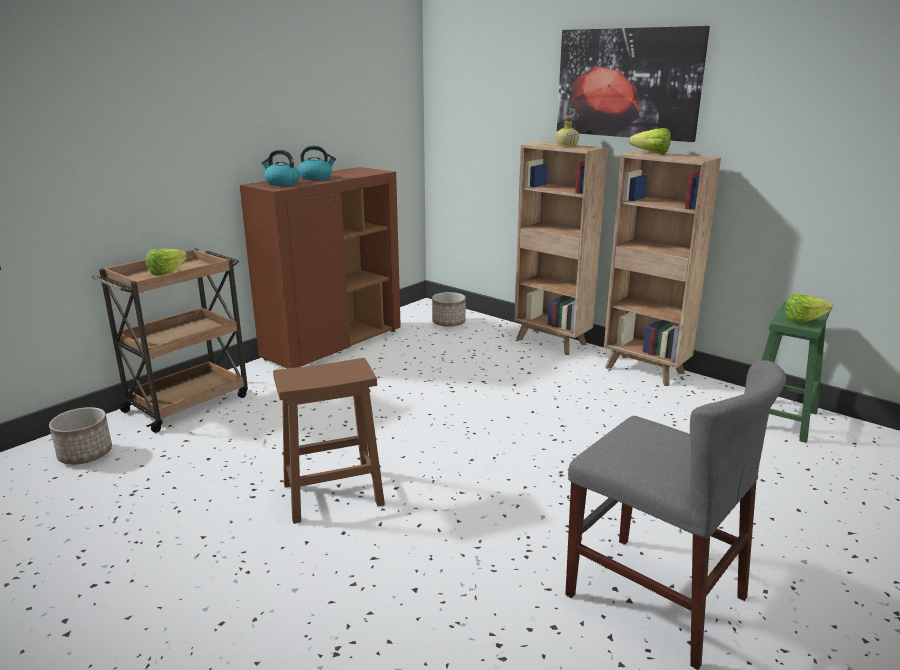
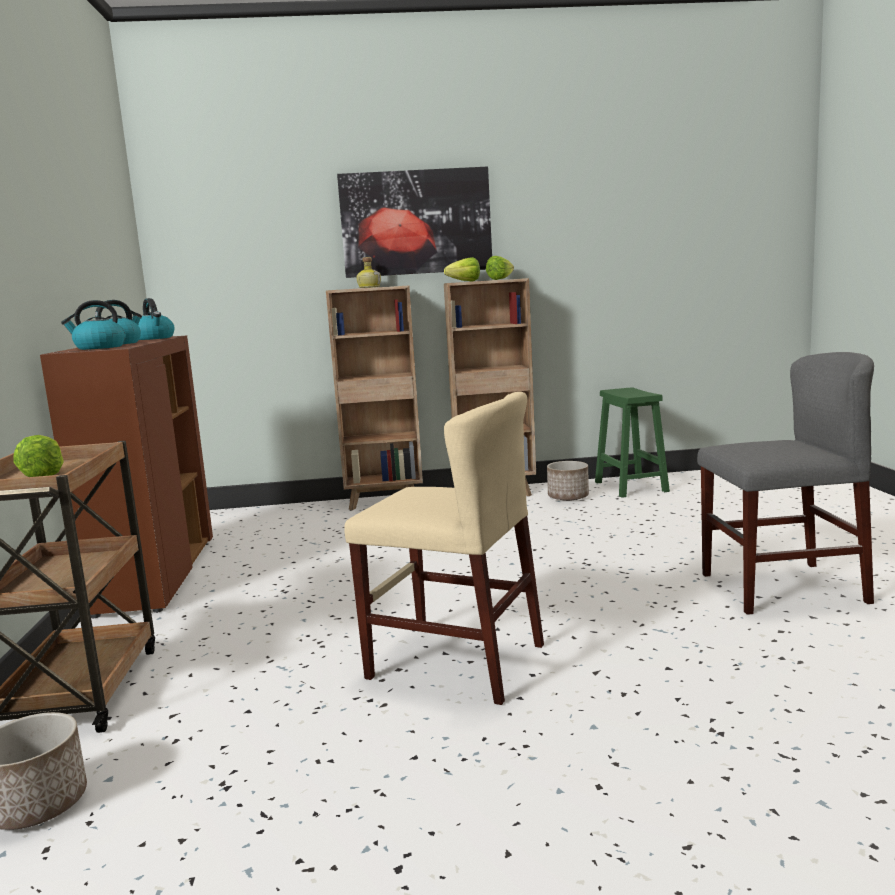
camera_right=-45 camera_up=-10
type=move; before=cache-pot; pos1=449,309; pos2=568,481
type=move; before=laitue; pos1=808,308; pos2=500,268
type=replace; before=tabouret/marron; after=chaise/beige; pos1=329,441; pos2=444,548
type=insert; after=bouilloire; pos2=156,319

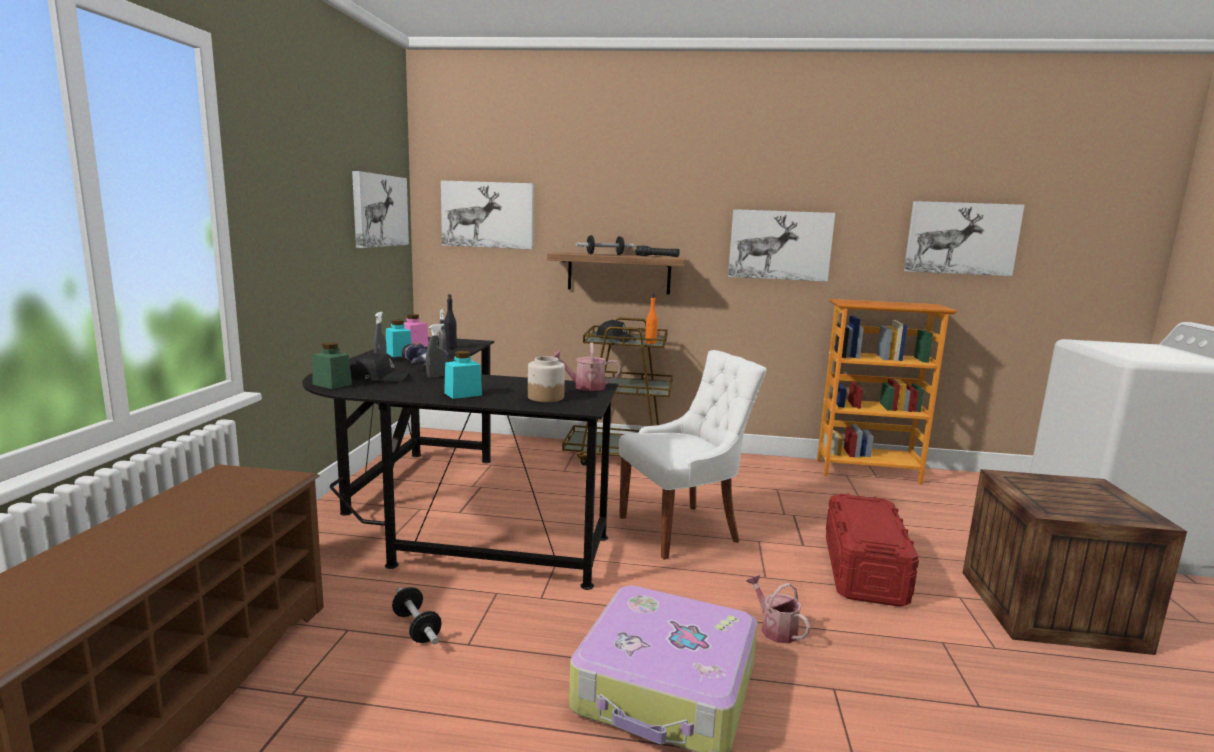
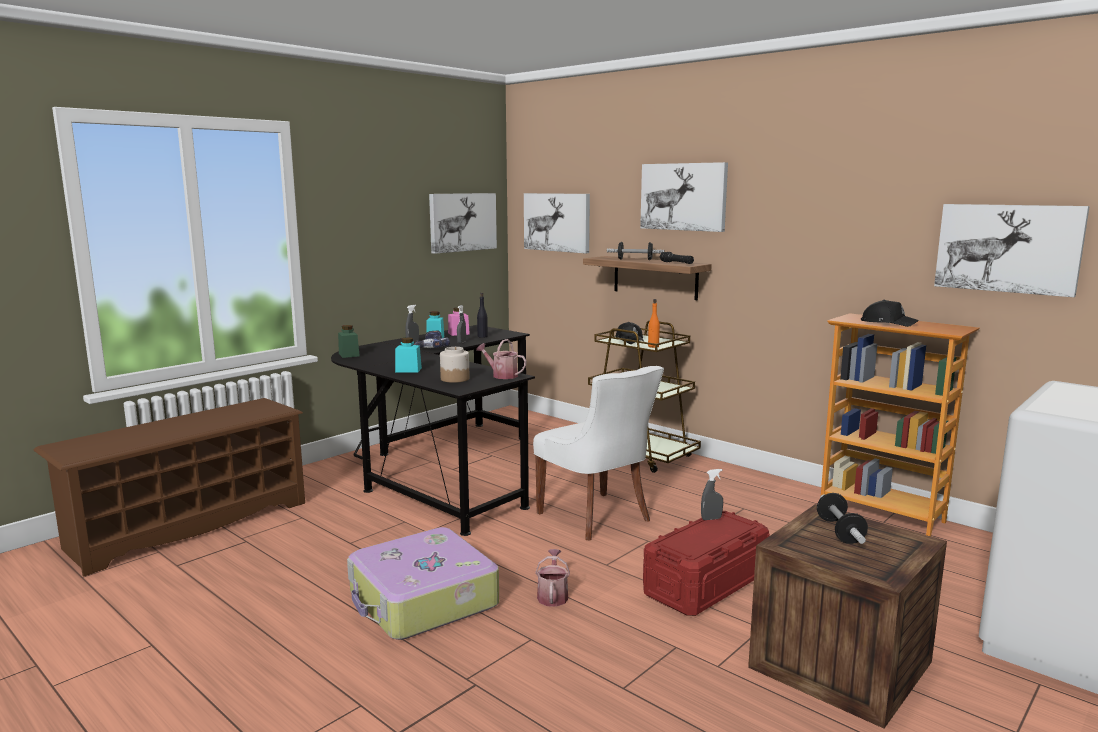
camera_right=35 camera_up=0
type=move; before=tableau; pos1=781,245; pos2=684,197
type=move; before=vaporisateur/gris; pos1=436,351; pos2=712,494
type=rotate; before=chaise/blanc; pos1=693,455; pos2=598,453; turn=45
type=move; before=casquette/noir; pos1=380,367; pos2=890,313
type=move; before=haltère; pos1=417,615; pos2=842,518

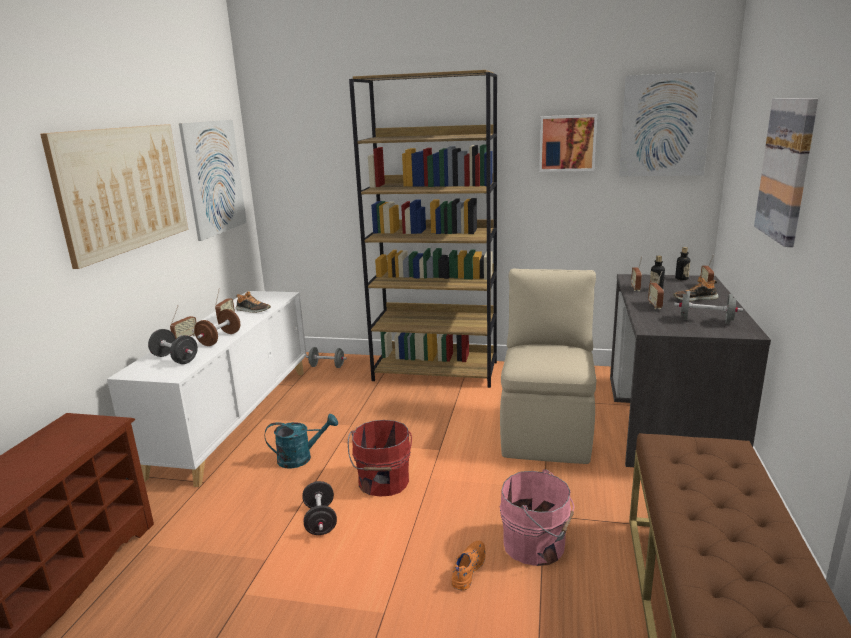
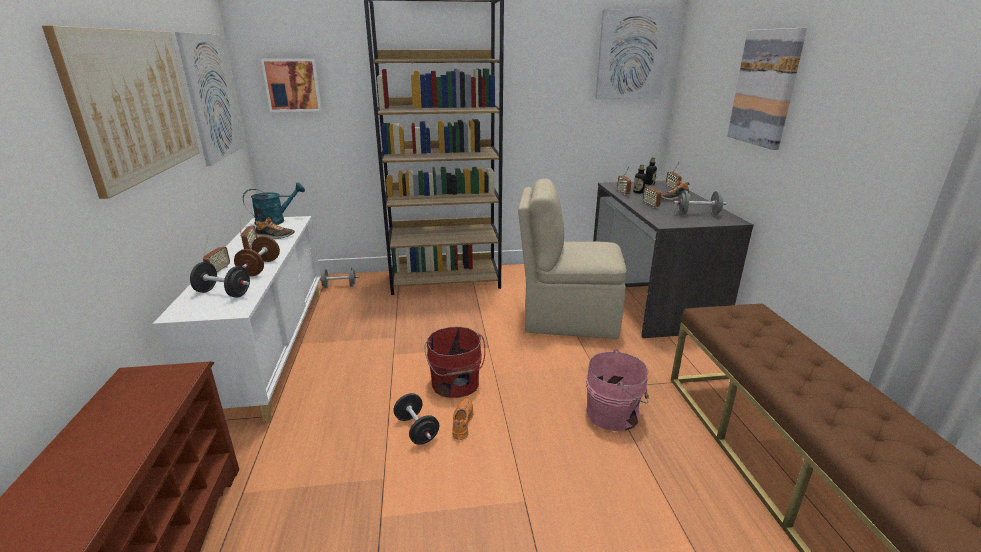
camera_right=-20 camera_up=5
type=move; before=tableau; pos1=568,143; pos2=291,85
type=rotate; before=chaise/beige; pos1=548,366; pos2=572,259; turn=-75
type=move; before=arrosoir/turquoise; pos1=301,441; pos2=274,204
type=move; before=chaussure/orange; pos1=468,565; pos2=463,419

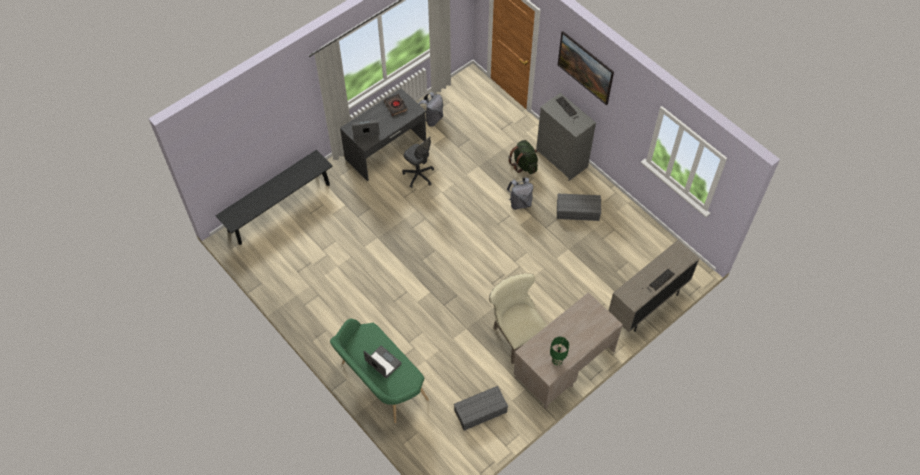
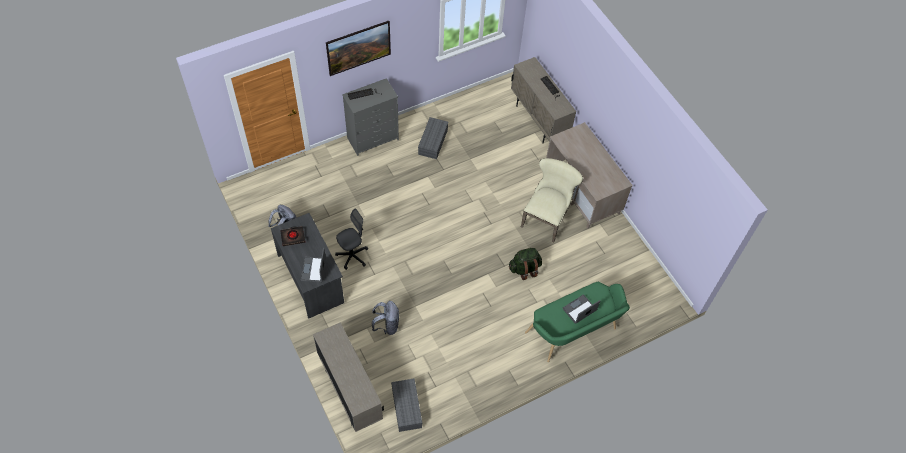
camera_right=-80 camera_up=0
type=move; before=sac à dos/vert; pos1=523,157; pos2=525,264
type=replace; before=banc/noir; after=meuble de rangement/beige; pos1=274,197; pos2=348,377
type=move; before=sac à dos/gris; pos1=520,193; pos2=385,318
type=rotate; before=chaise/beige; pos1=518,318; pos2=552,200; turn=135
type=delete; before=lampe de table/vert; pos1=559,351
type=move; before=boîte de rangement/gris; pos1=481,408; pos2=406,405

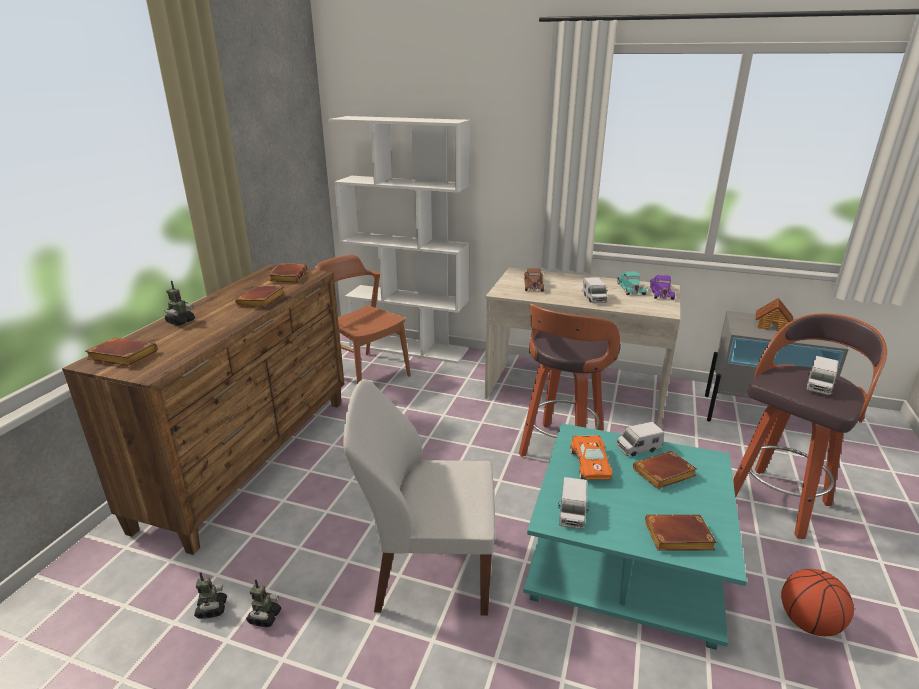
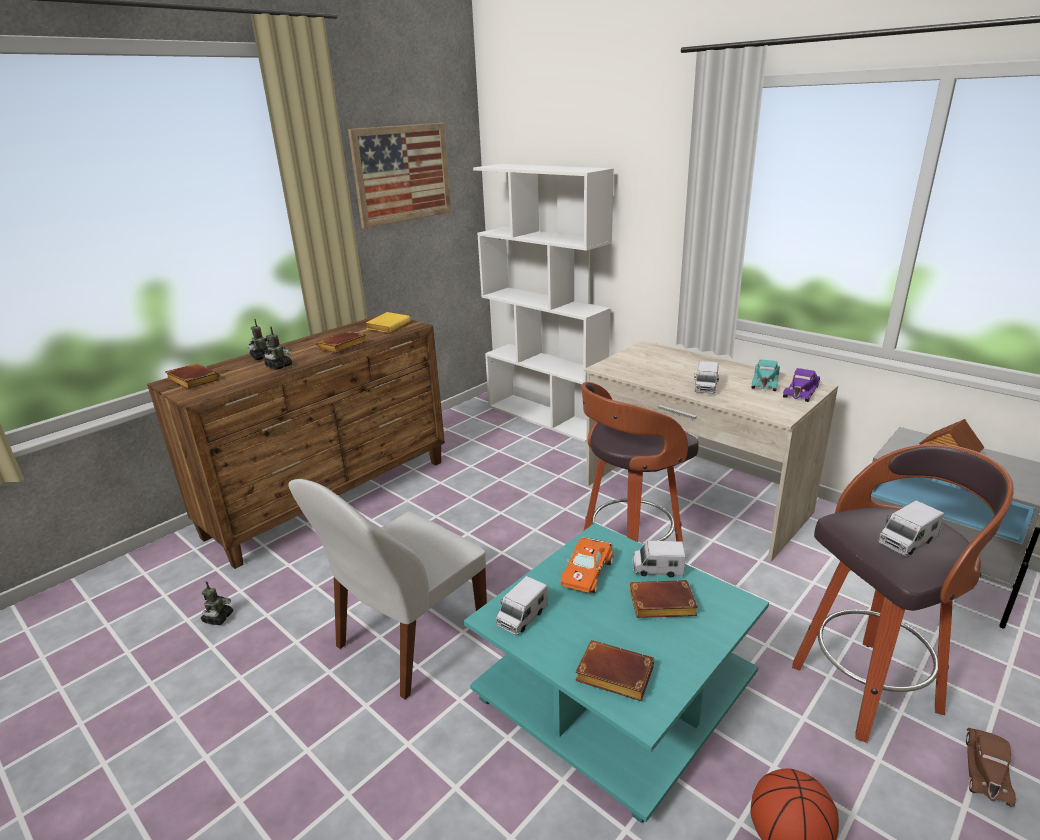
camera_right=25 camera_up=0
type=delete; before=chaise/marron; pos1=363,319
type=recolor; before=livre/marron; after=livre/jaune; pos1=288,273; pos2=388,322
type=move; before=petite voiture/marron; pos1=534,280; pos2=991,767
type=rotate; before=chaise/blanc; pos1=419,498; pos2=387,589; turn=-75
type=move; before=robot jouet; pos1=263,603; pos2=278,348
type=insert; after=tableau; pos2=399,176

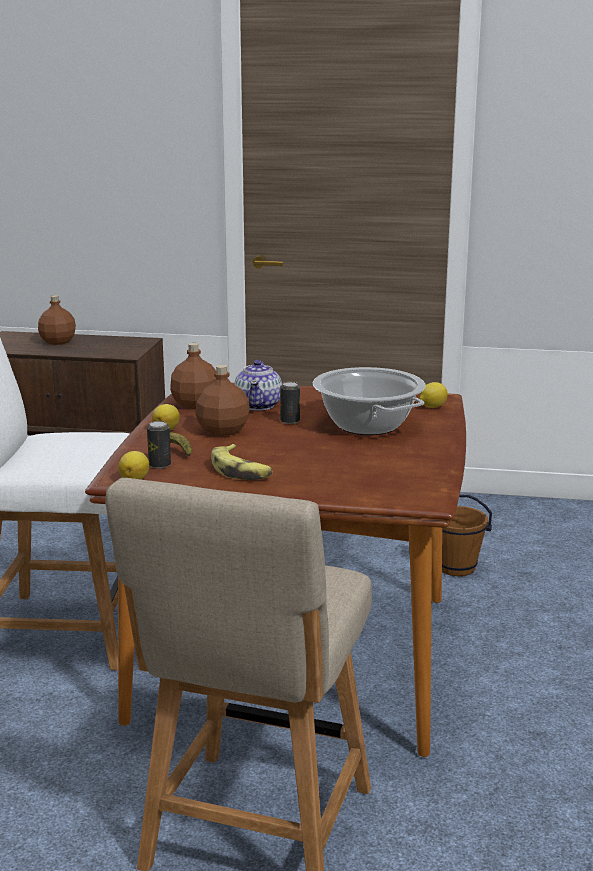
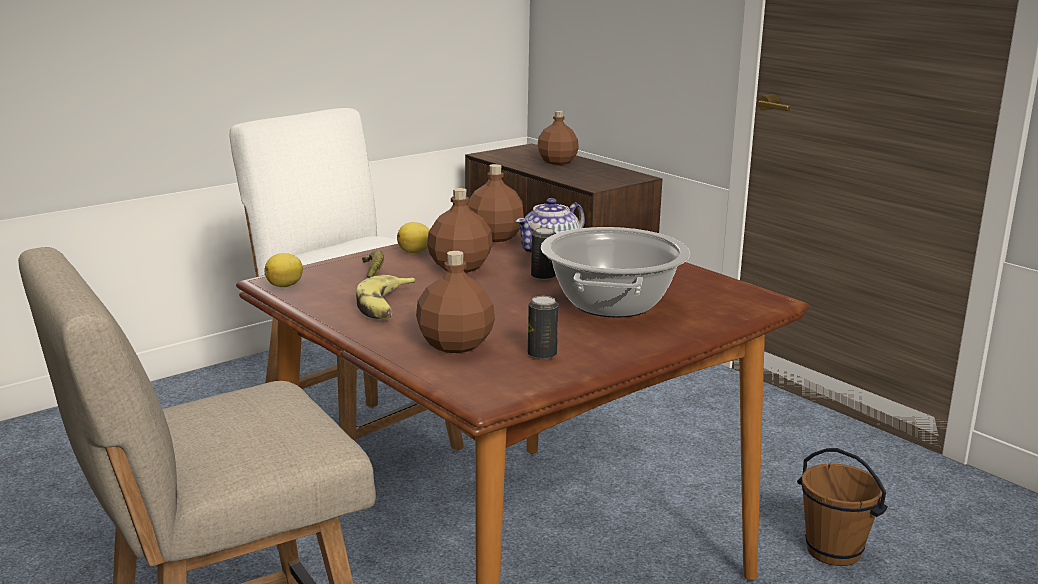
camera_right=40 camera_up=0
type=delete; before=citron; pos1=433,395
type=move; before=boîte métallique; pos1=159,445; pos2=543,328
type=insert; after=bouteille/marron; pos2=455,302

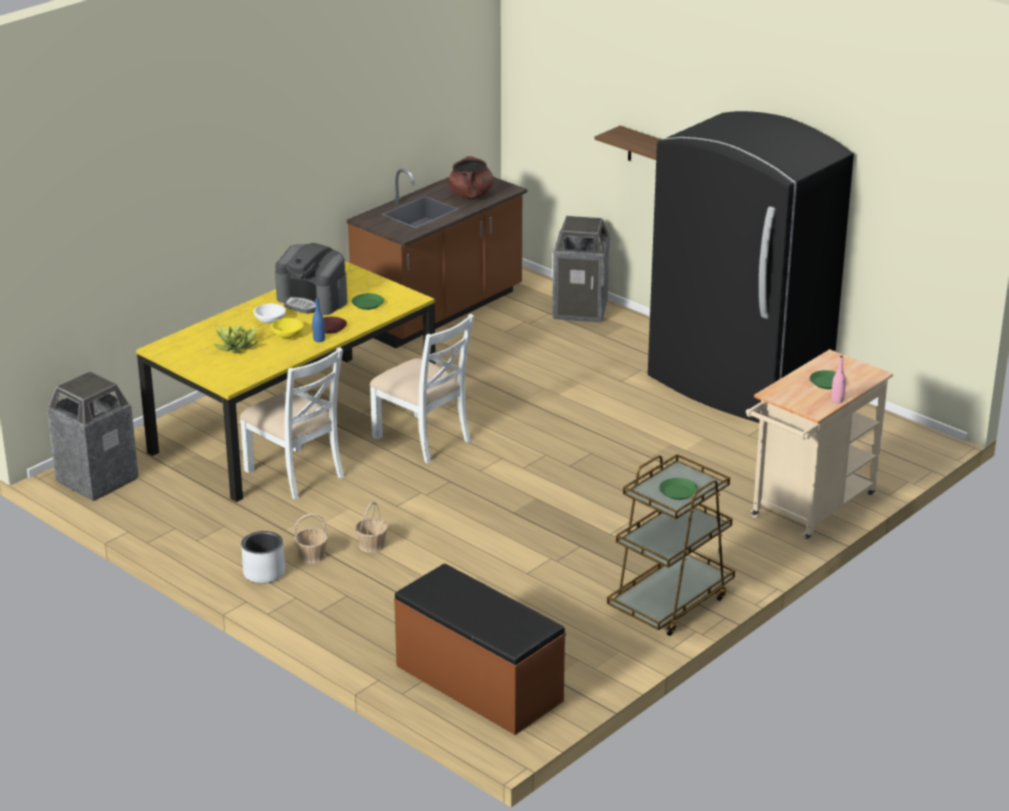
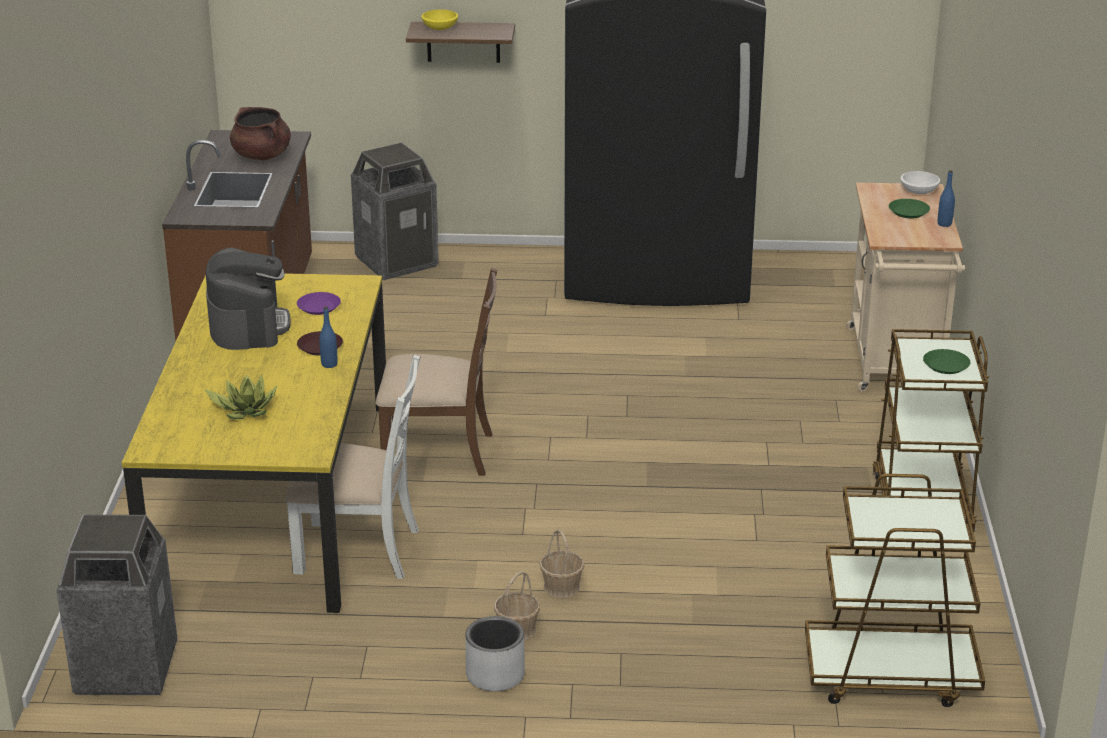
camera_right=-40 camera_up=0
type=rotate; before=machine à café; pos1=311,279; pos2=248,298; turn=-90
type=recolor; before=assiette/vert; after=assiette/violet; pos1=368,301; pos2=319,303
type=move; before=bol/blanc; pos1=270,313; pos2=920,182
type=recolor; before=chaise/blanc; after=chaise/marron; pos1=422,389; pos2=436,372
type=move; before=bol/jaune; pos1=287,328; pos2=439,19
type=recolor; before=bouteille/rose; after=bouteille/bleu; pos1=838,379; pos2=946,198
type=replace; before=banc/marron; after=chariot/marron; pos1=480,649; pos2=895,590

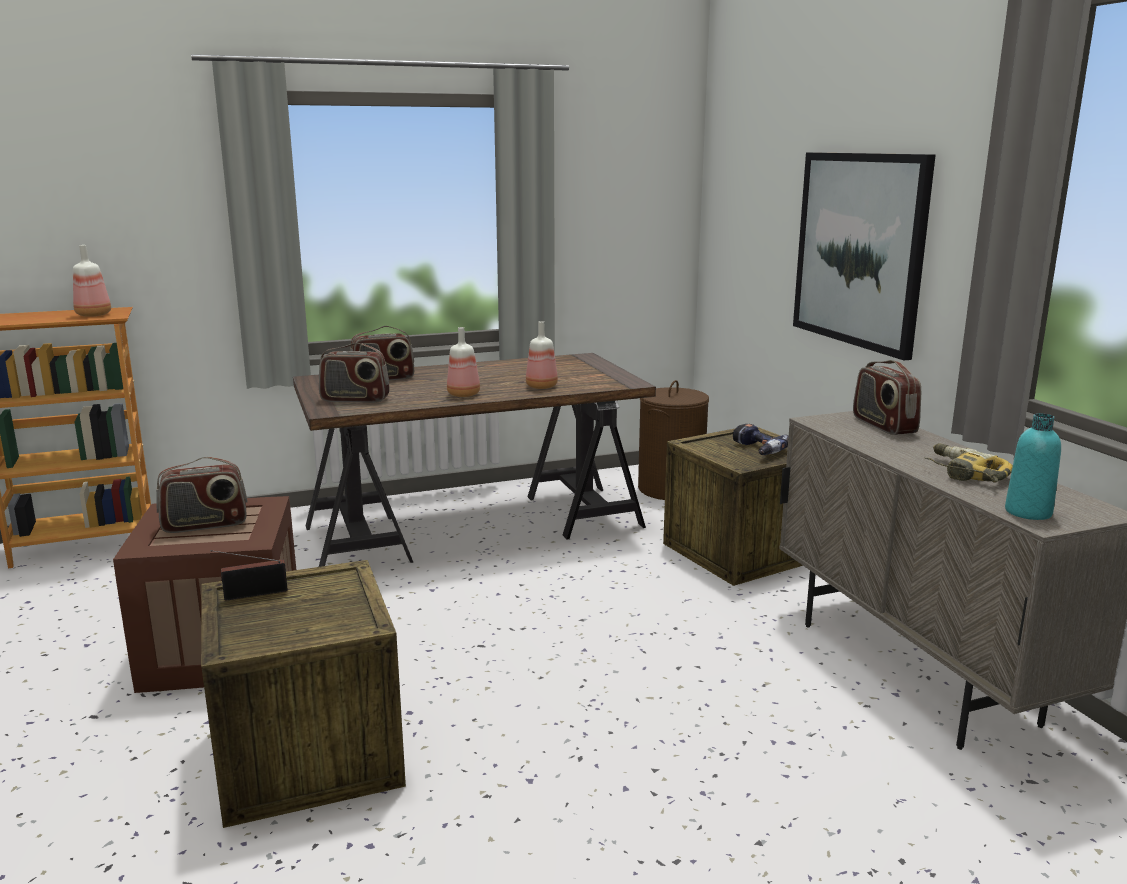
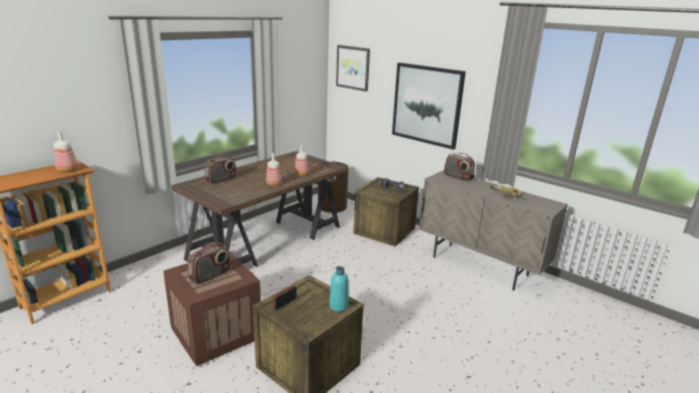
camera_right=-30 camera_up=5
type=delete; before=radio; pos1=354,373
type=move; before=bouteille/turquoise; pos1=1033,466; pos2=339,289
type=insert; after=tableau; pos2=353,68

